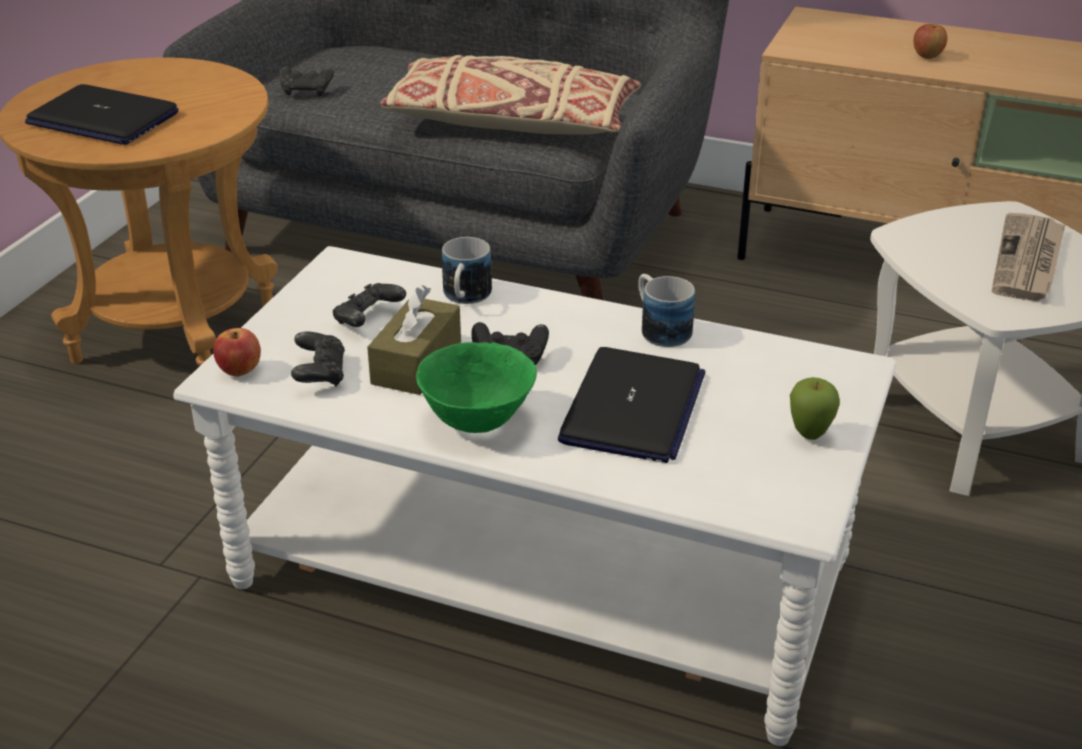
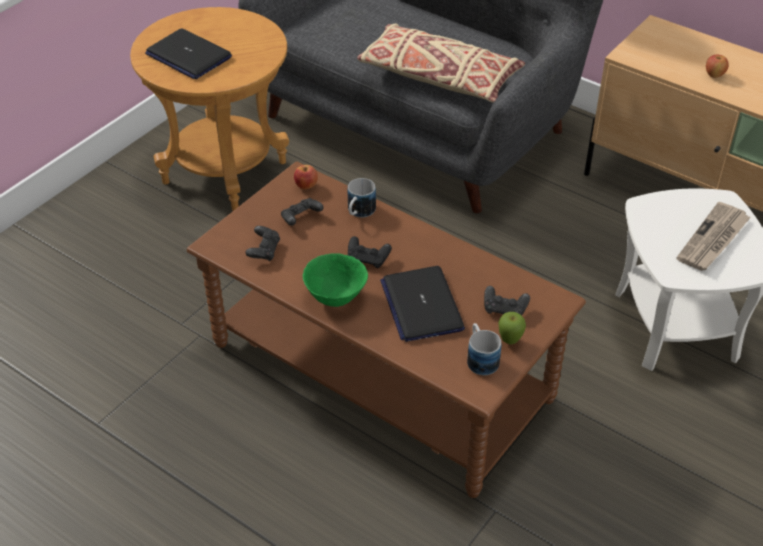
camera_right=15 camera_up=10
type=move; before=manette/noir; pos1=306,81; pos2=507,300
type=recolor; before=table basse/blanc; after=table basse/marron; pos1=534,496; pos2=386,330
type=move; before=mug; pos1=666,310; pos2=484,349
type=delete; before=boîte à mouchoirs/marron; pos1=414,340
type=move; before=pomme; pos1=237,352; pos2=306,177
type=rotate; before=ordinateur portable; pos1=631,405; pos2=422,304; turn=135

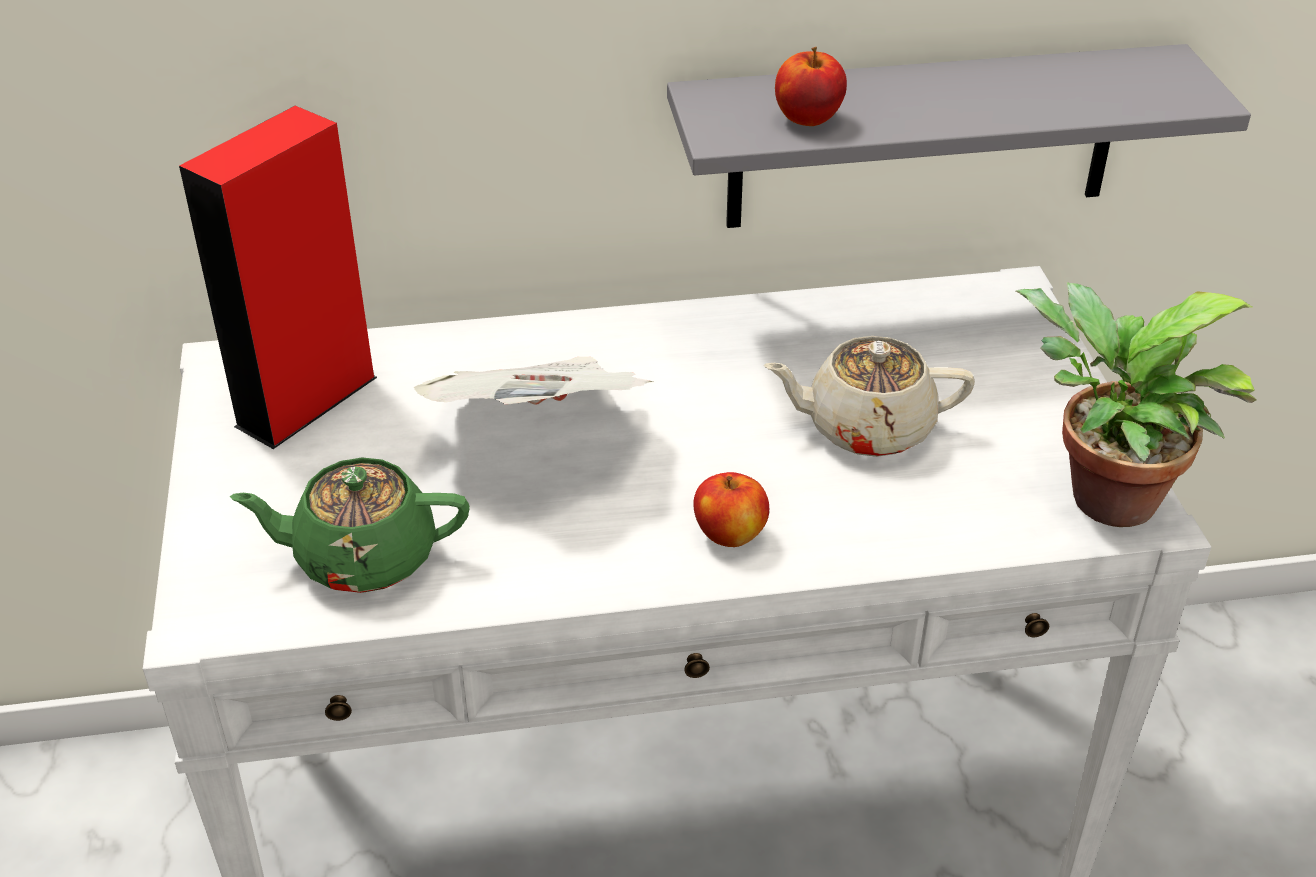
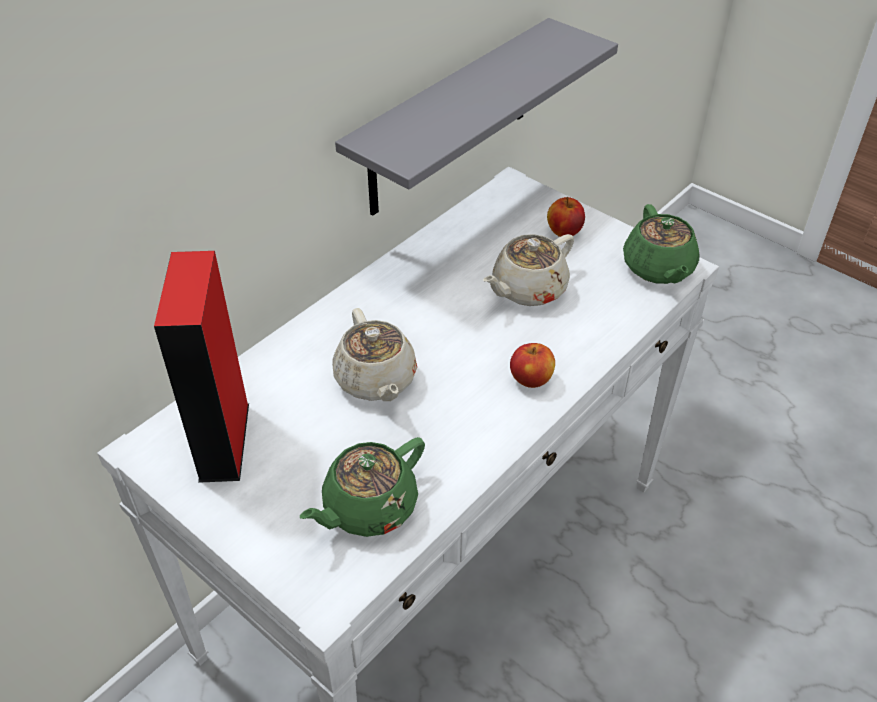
camera_right=-40 camera_up=5
type=move; before=pomme; pos1=811,86; pos2=566,217
type=replace; before=plante en pot; after=théière/vert; pos1=1136,405; pos2=661,244
type=replace; before=journal; after=théière/beige; pos1=533,381; pos2=374,354

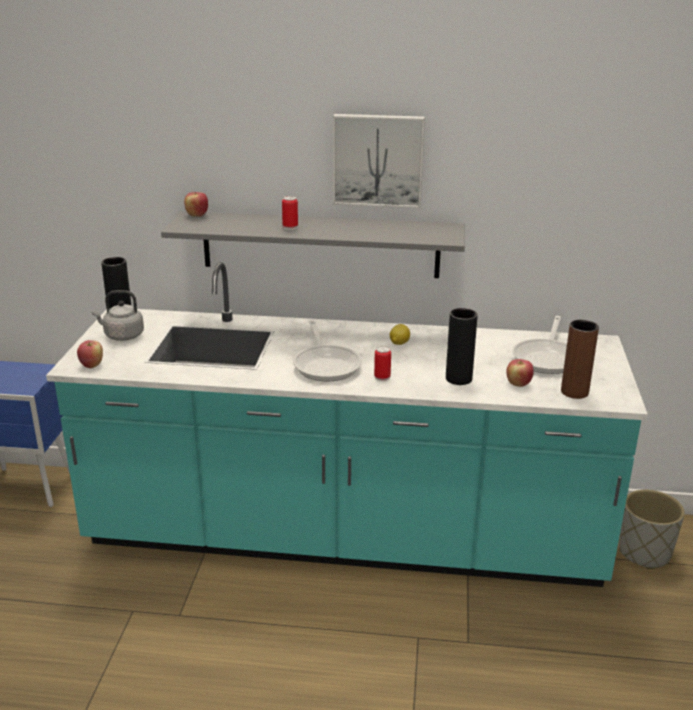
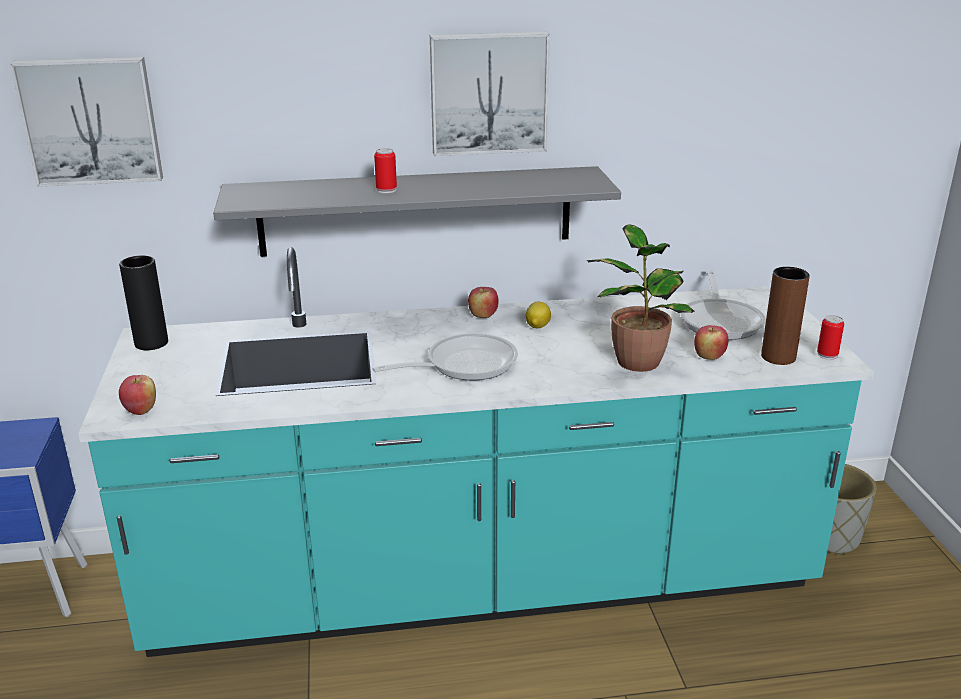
camera_right=-15 camera_up=0
type=move; before=pomme; pos1=196,204; pos2=483,302
type=delete; before=bouilloire/gris; pos1=118,315
type=replace; before=vase/noir; after=plante en pot; pos1=462,346; pos2=640,298
type=rotate; before=poêle; pos1=327,350; pos2=445,356; turn=-90
type=move; before=boîte métallique; pos1=382,363; pos2=830,337
type=insert; after=tableau; pos2=86,122

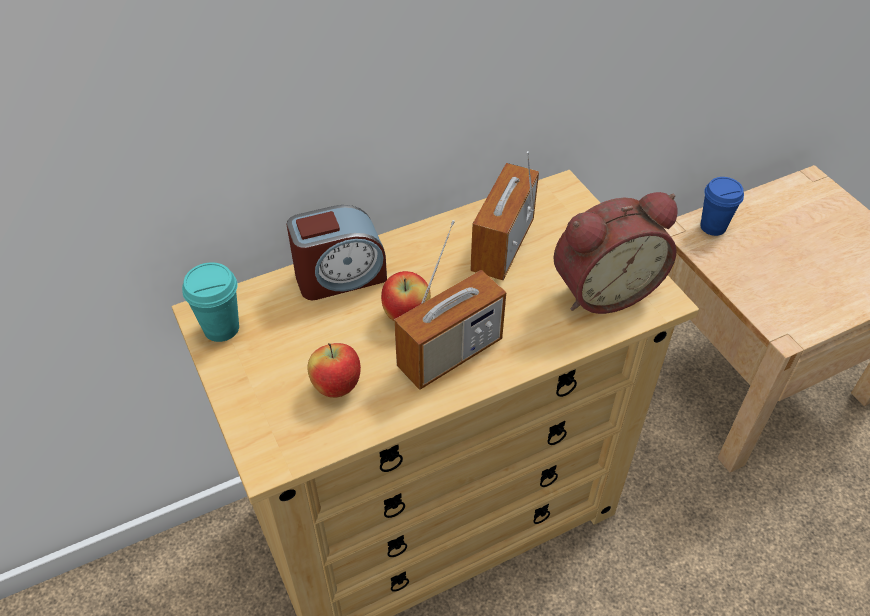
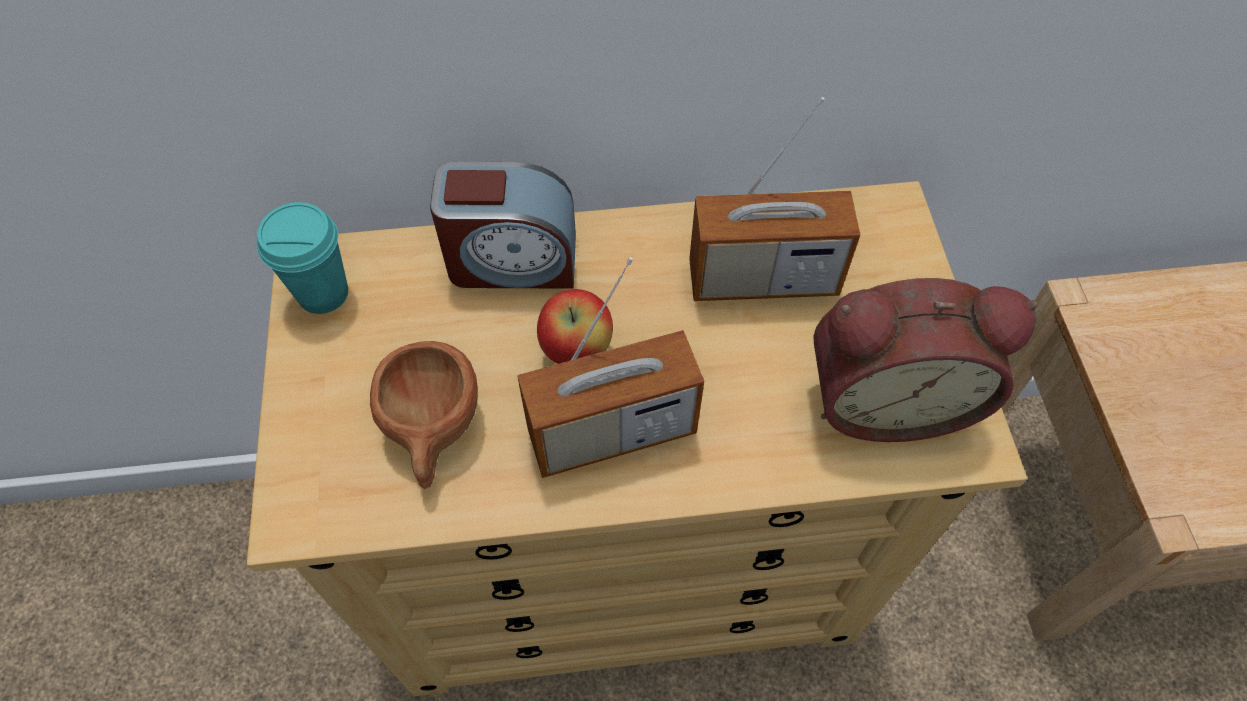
camera_right=20 camera_up=10
type=rotate; before=radio; pos1=504,215; pos2=774,199; turn=-135
type=delete; before=tasse/bleu; pos1=722,206
type=replace; before=pomme; after=tasse/marron; pos1=334,370; pos2=424,415

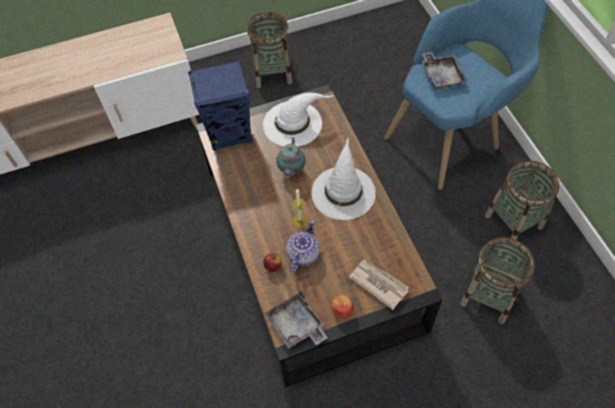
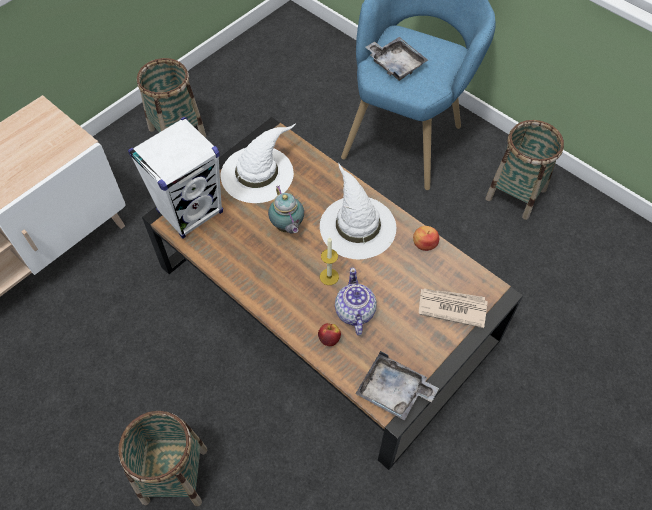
camera_right=-30 camera_up=0
type=recolor; before=enceinte/bleu; after=enceinte/blanc; pos1=220,106; pos2=175,178
type=move; before=panier; pos1=497,280; pos2=163,459
type=move; before=pomme; pos1=343,306; pos2=426,238

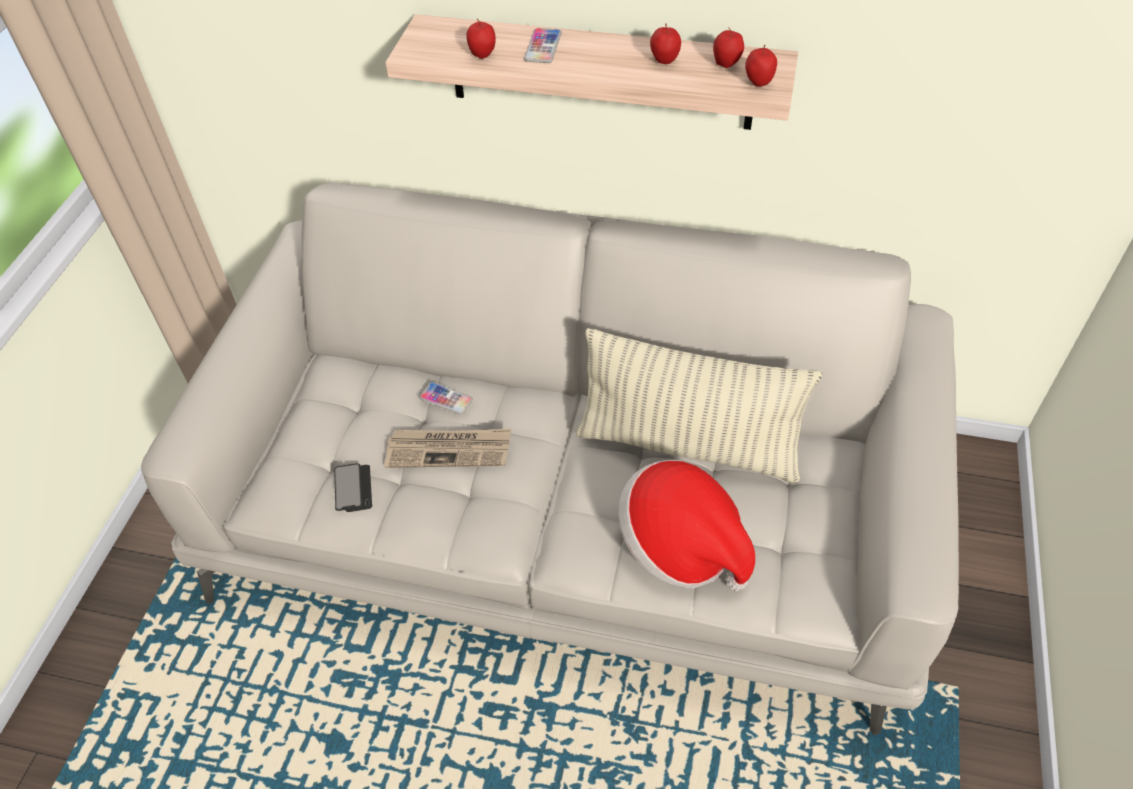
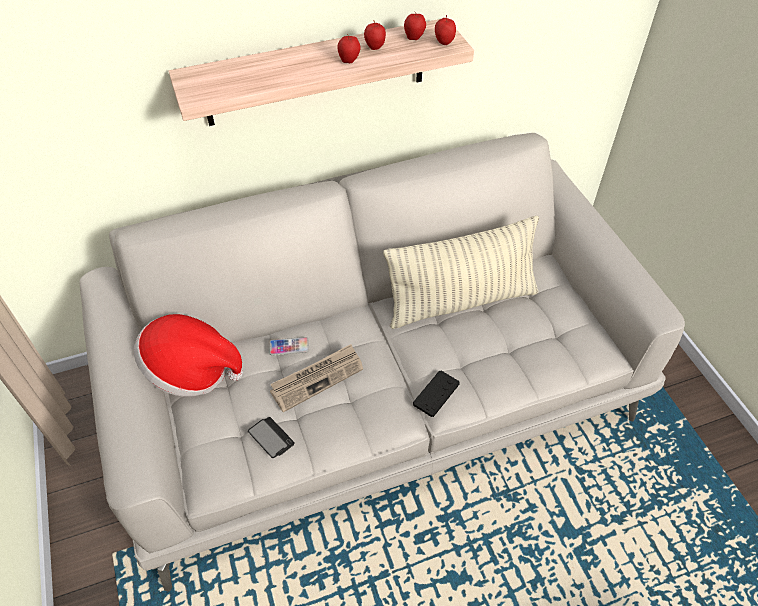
camera_right=-35 camera_up=0
type=move; before=pomme; pos1=481,39; pos2=349,48
type=delete; before=téléphone; pos1=543,45
type=move; before=chapeau; pos1=686,525; pos2=188,355
type=insert; after=manette/noir; pos2=436,394

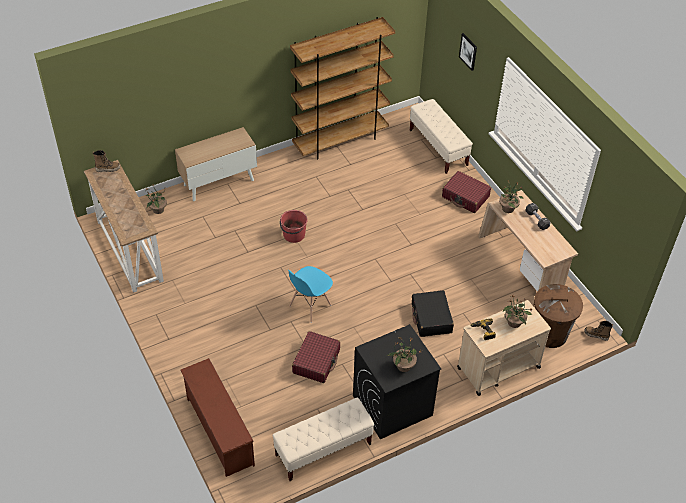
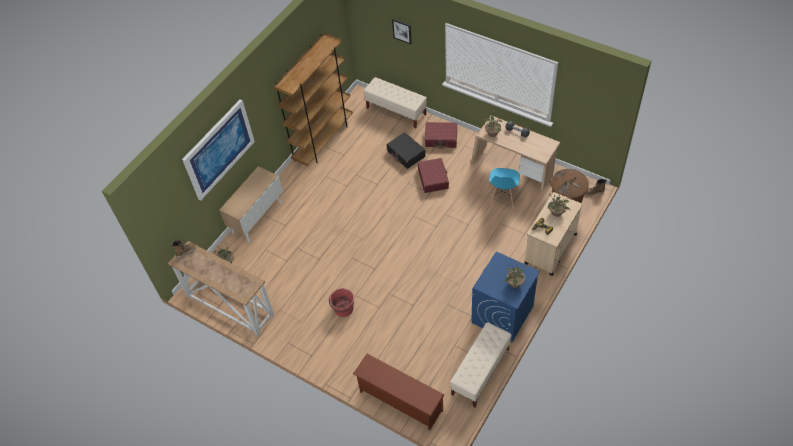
camera_right=-25 camera_up=5
type=move; before=seau/rouge; pos1=294,226; pos2=341,302
type=move; before=chaise/bleu; pos1=310,294; pos2=504,188
type=move; before=valise/noir; pos1=433,313; pos2=406,150
type=recolor; before=lave-linge/noir; after=lave-linge/bleu; pos1=397,381; pos2=505,296
type=move; before=valise/rouge; pos1=316,357; pos2=433,175
type=insert; after=tableau; pos2=218,149

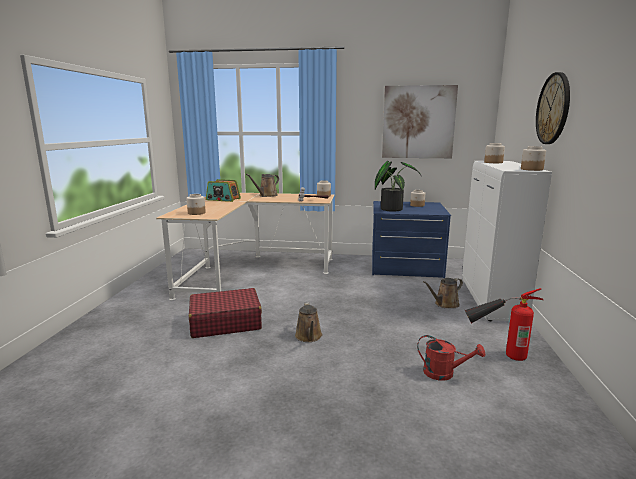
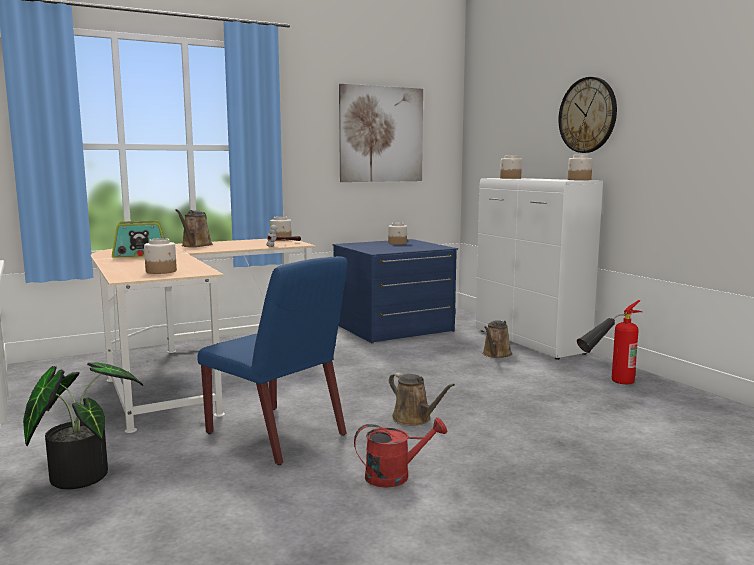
camera_right=-35 camera_up=-5
type=move; before=plante en pot; pos1=398,186; pos2=83,426
type=replace; before=valise/rouge; after=chaise/bleu; pos1=225,313; pos2=272,360
type=move; before=arrosoir/rouge; pos1=451,358; pos2=400,452

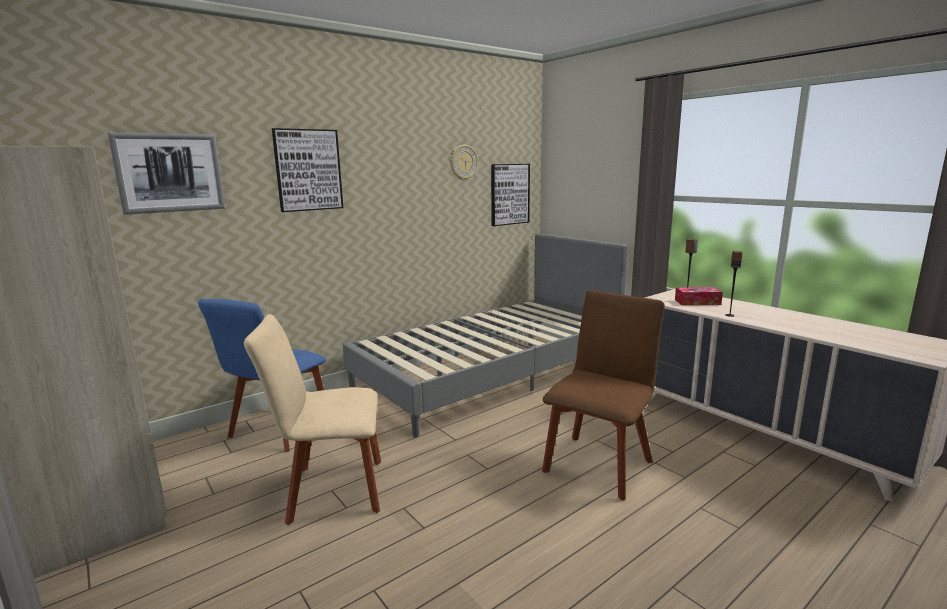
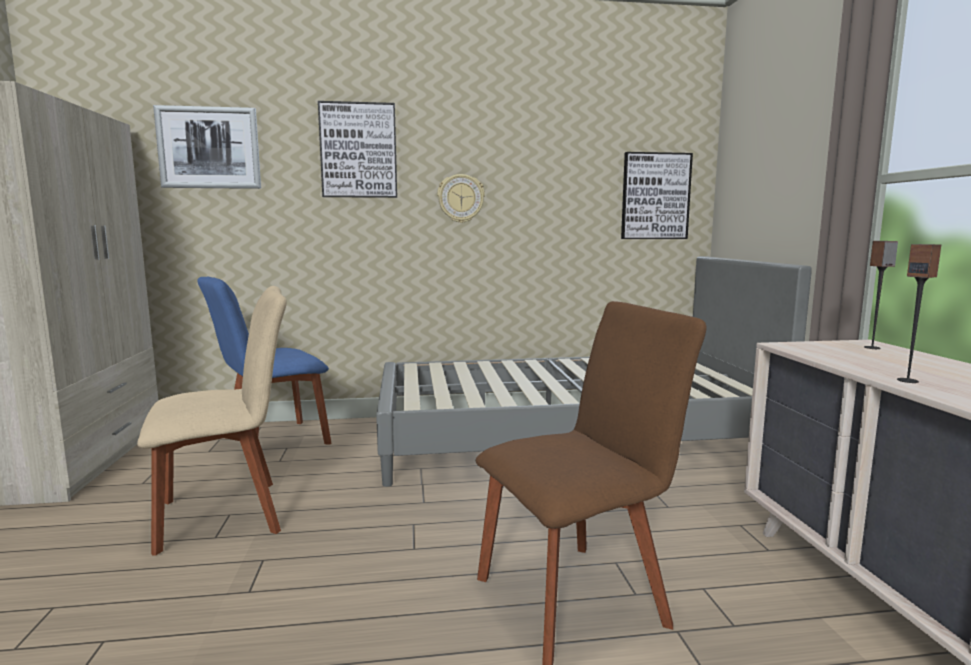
camera_right=30 camera_up=-5
type=move; before=horloge murale; pos1=464,163; pos2=461,198
type=delete; before=boîte à mouchoirs; pos1=699,296
type=rotate; before=chaise/beige; pos1=312,419; pos2=212,420; turn=135

